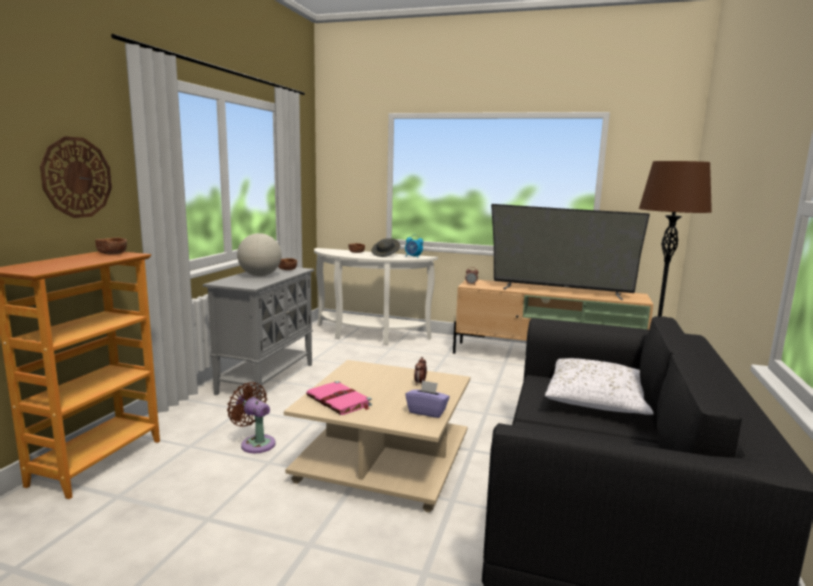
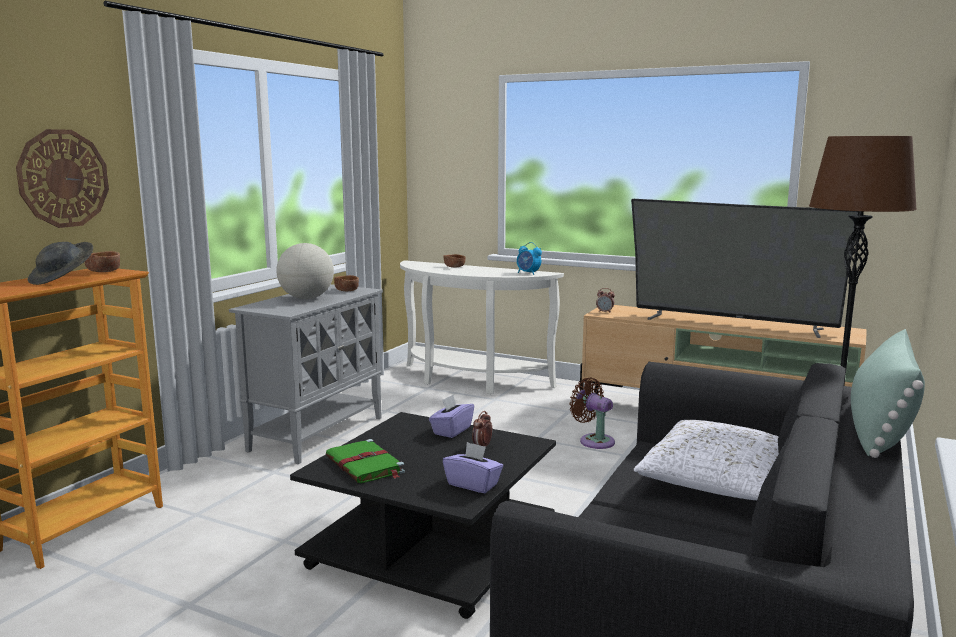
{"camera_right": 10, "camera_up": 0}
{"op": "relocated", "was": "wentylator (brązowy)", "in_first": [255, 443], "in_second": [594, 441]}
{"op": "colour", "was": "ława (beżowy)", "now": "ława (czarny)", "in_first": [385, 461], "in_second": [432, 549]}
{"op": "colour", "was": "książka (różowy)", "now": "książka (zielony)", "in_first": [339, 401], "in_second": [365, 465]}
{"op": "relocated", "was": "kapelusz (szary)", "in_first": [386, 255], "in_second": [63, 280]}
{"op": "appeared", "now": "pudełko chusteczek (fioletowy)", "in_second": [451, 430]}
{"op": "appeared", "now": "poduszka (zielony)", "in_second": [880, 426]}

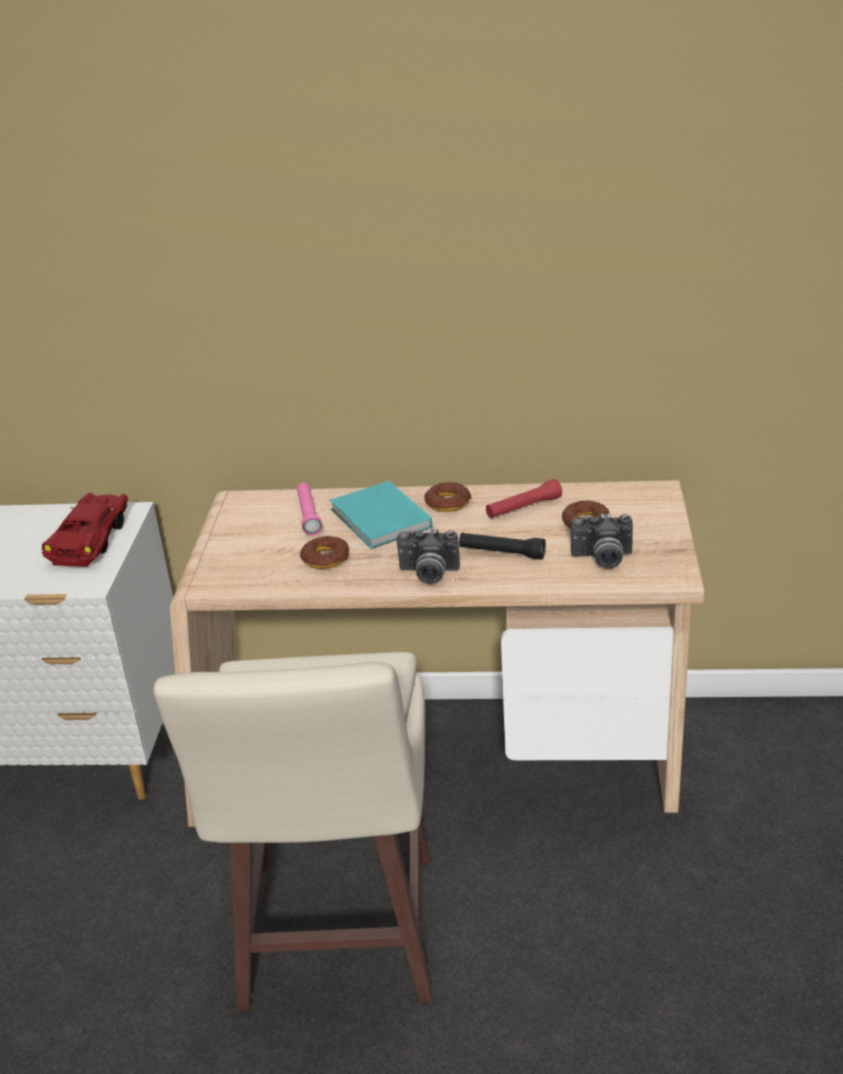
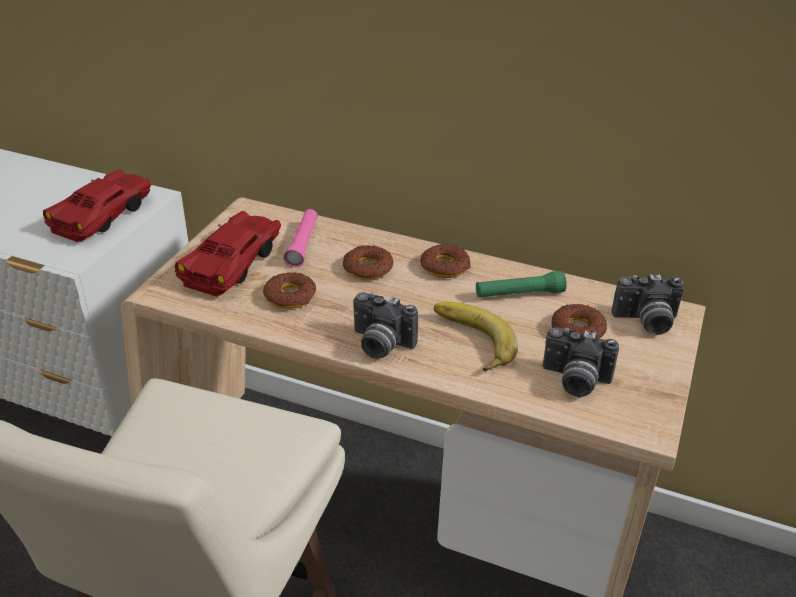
{"camera_right": 15, "camera_up": 5}
{"op": "exchanged", "was": "książka (turkusowy)", "now": "donut", "in_first": [380, 520], "in_second": [367, 268]}
{"op": "exchanged", "was": "latarka (czarny)", "now": "banan", "in_first": [502, 553], "in_second": [469, 341]}
{"op": "colour", "was": "latarka (czerwony)", "now": "latarka (zielony)", "in_first": [523, 508], "in_second": [519, 294]}
{"op": "appeared", "now": "samochodzik (czerwony)", "in_second": [234, 263]}
{"op": "appeared", "now": "aparat fotograficzny", "in_second": [646, 322]}

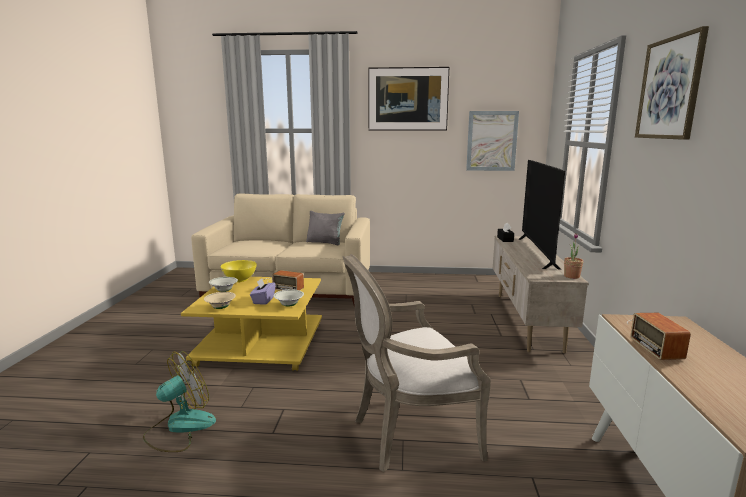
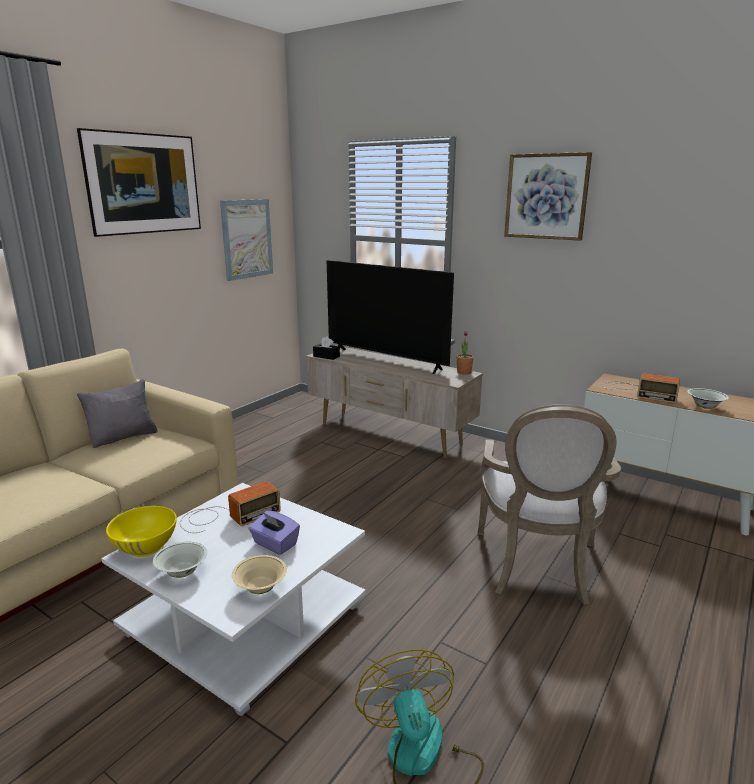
{"camera_right": -60, "camera_up": 5}
{"op": "colour", "was": "ława (żółty)", "now": "ława (biały)", "in_first": [263, 344], "in_second": [245, 618]}
{"op": "relocated", "was": "miska (biały)", "in_first": [289, 305], "in_second": [705, 407]}

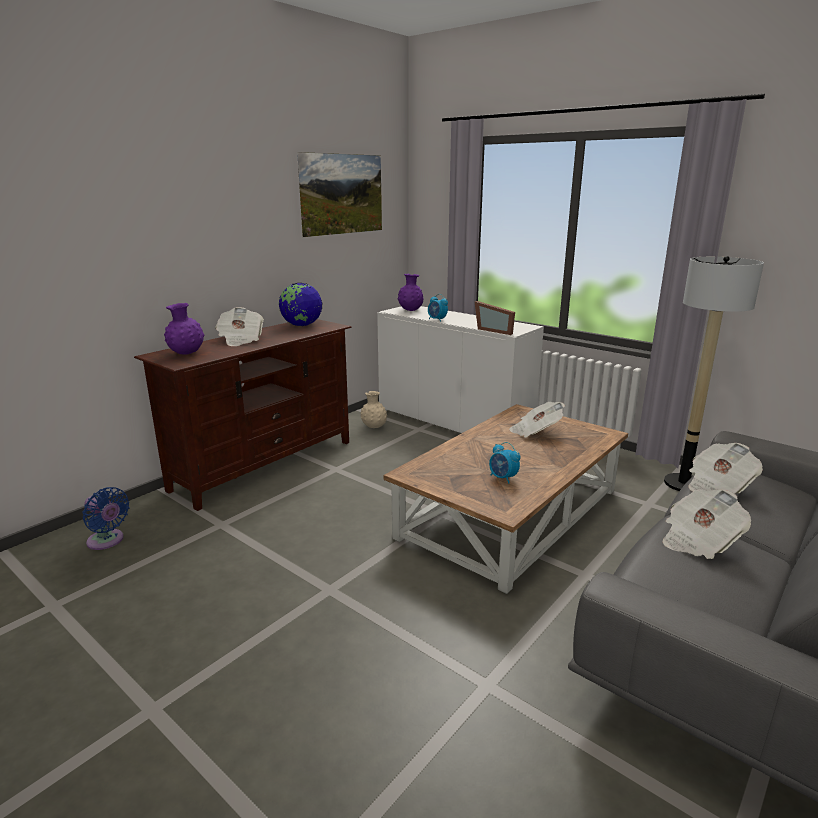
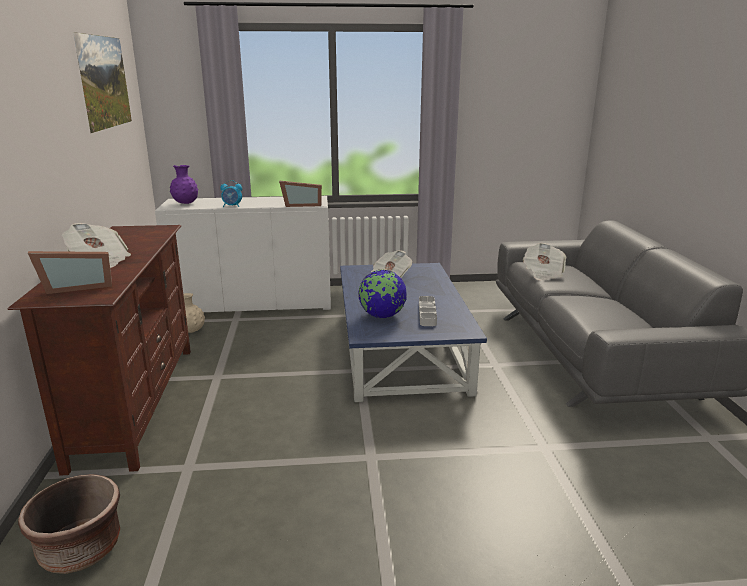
{"camera_right": -45, "camera_up": 0}
{"op": "exchanged", "was": "wentylator (niebieski)", "now": "donica (brązowy)", "in_first": [107, 541], "in_second": [80, 550]}
{"op": "exchanged", "was": "wazon (fioletowy)", "now": "ramka na zdjęcie", "in_first": [186, 354], "in_second": [76, 287]}
{"op": "relocated", "was": "globus", "in_first": [301, 325], "in_second": [382, 316]}
{"op": "colour", "was": "ława (brązowy)", "now": "ława (niebieski)", "in_first": [511, 514], "in_second": [402, 350]}
{"op": "exchanged", "was": "budzik", "now": "taca (szary)", "in_first": [503, 478], "in_second": [427, 314]}
{"op": "missing", "was": "gazeta", "in_first": [698, 540]}
{"op": "missing", "was": "lampa stojąca", "in_first": [683, 484]}

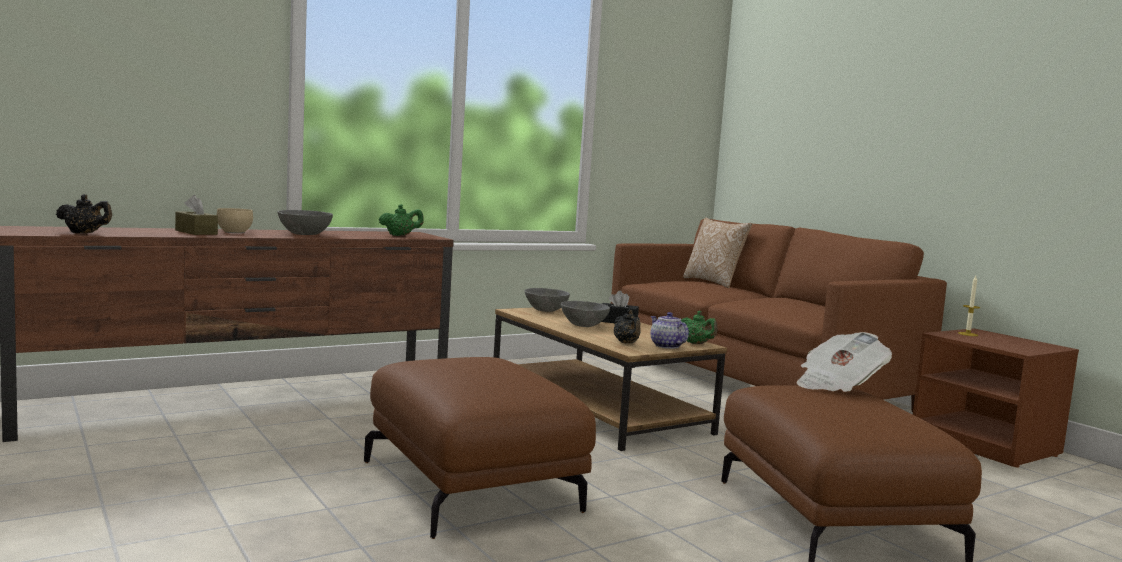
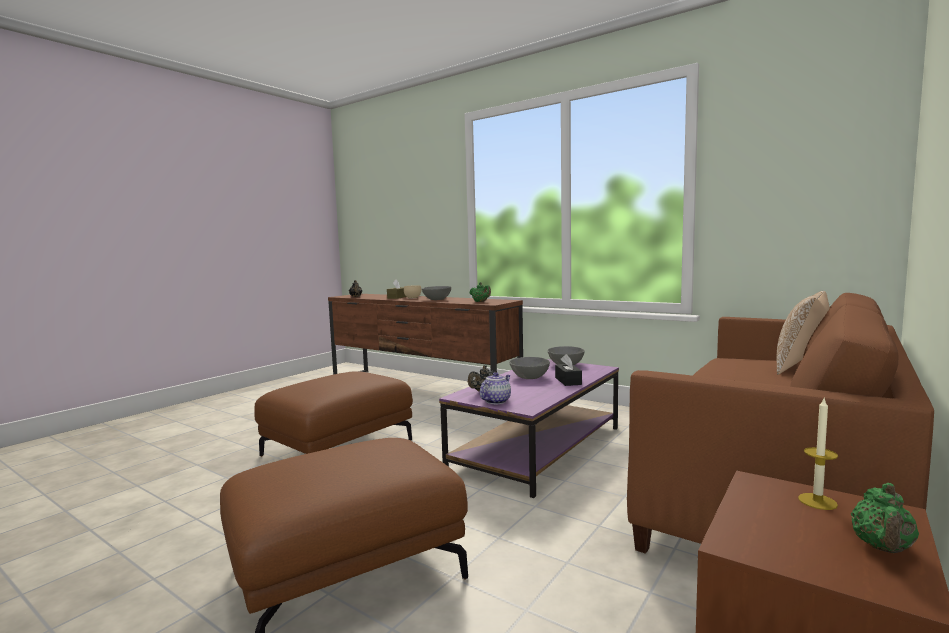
{"camera_right": 70, "camera_up": 0}
{"op": "colour", "was": "ława (brązowy)", "now": "ława (fioletowy)", "in_first": [597, 408], "in_second": [539, 448]}
{"op": "relocated", "was": "imbryk (zielony)", "in_first": [697, 344], "in_second": [882, 548]}
{"op": "missing", "was": "gazeta", "in_first": [837, 385]}

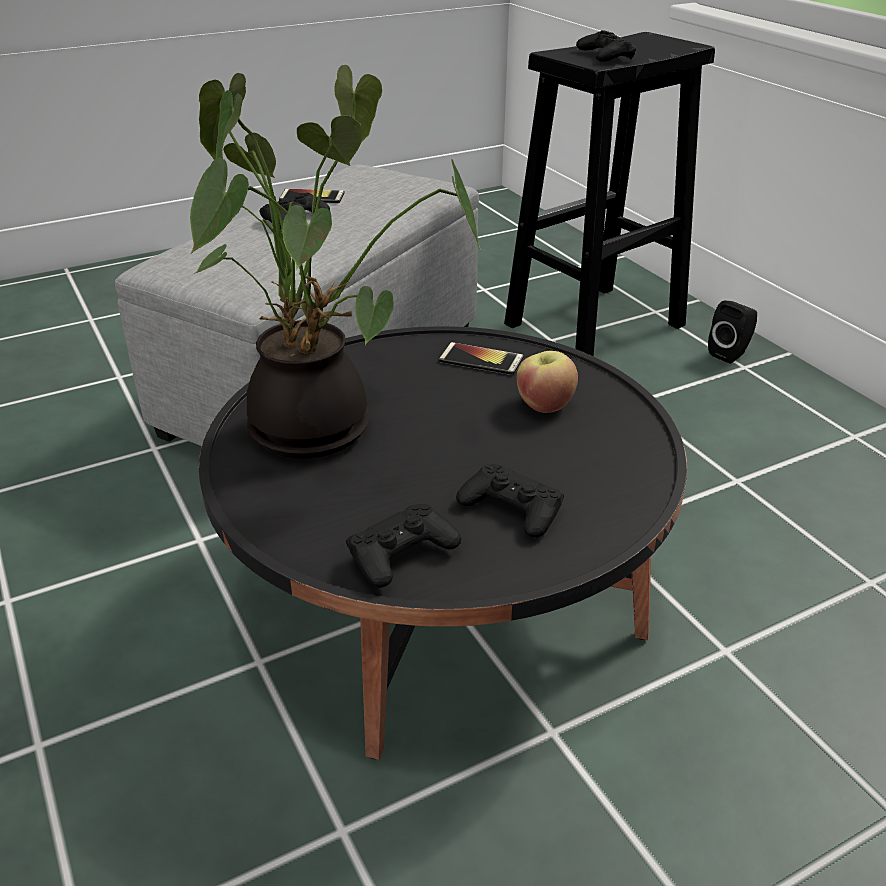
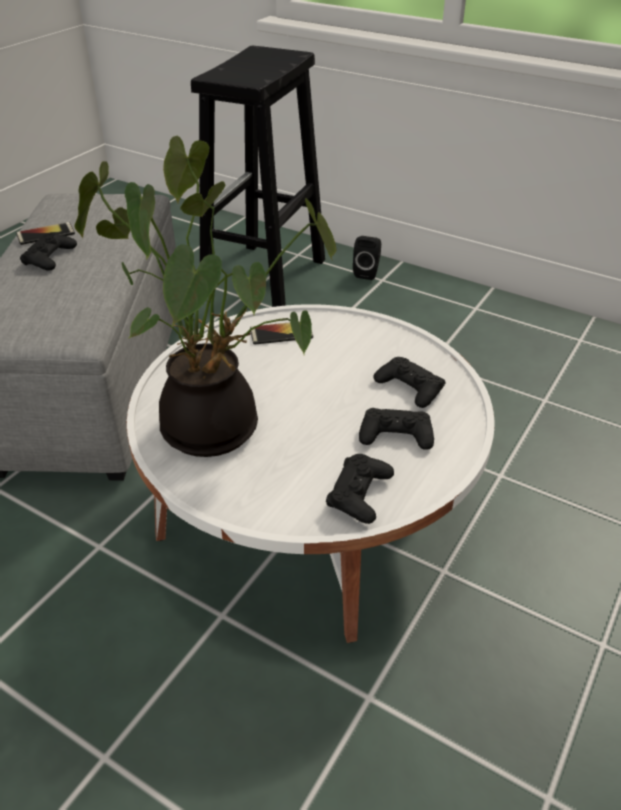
{"camera_right": -30, "camera_up": 5}
{"op": "colour", "was": "ława (czarny)", "now": "ława (biały)", "in_first": [443, 594], "in_second": [310, 511]}
{"op": "missing", "was": "jabłko", "in_first": [544, 405]}
{"op": "relocated", "was": "pad do gier (czarny)", "in_first": [605, 55], "in_second": [409, 387]}

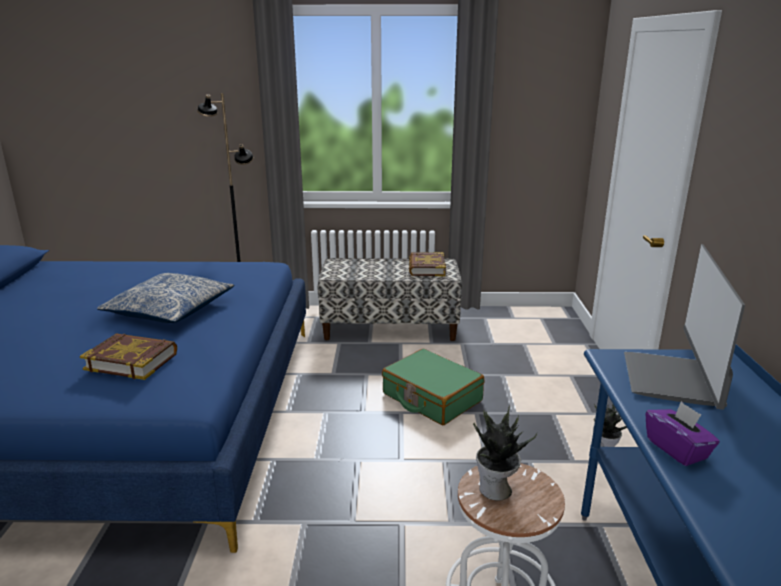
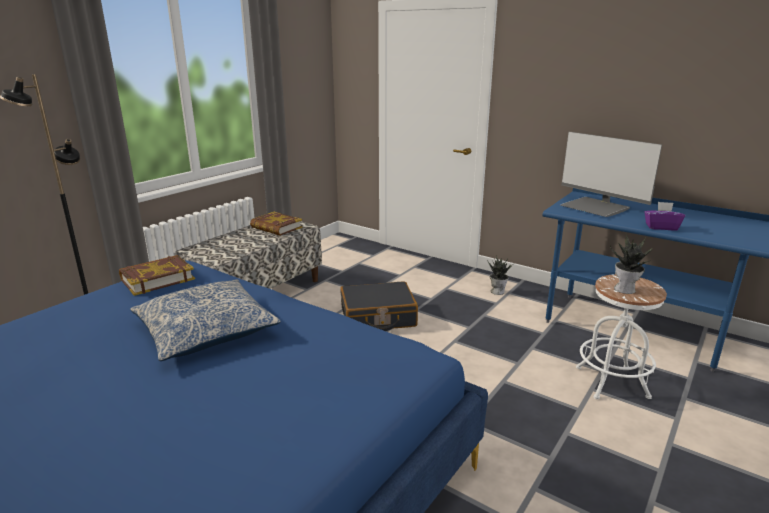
{"camera_right": -55, "camera_up": 0}
{"op": "relocated", "was": "książka", "in_first": [132, 361], "in_second": [157, 279]}
{"op": "colour", "was": "walizka (zielony)", "now": "walizka (czarny)", "in_first": [431, 397], "in_second": [378, 317]}

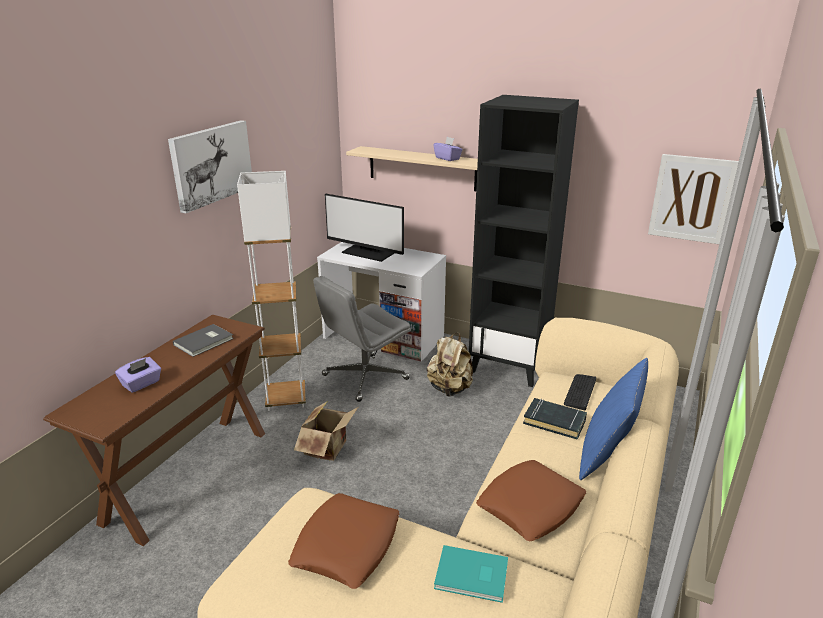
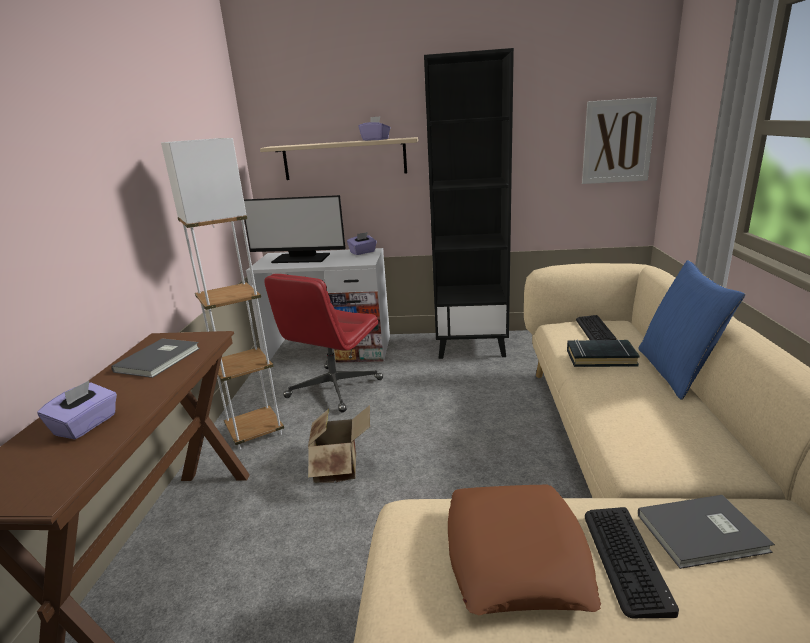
{"camera_right": -20, "camera_up": -5}
{"op": "missing", "was": "obraz", "in_first": [211, 164]}
{"op": "colour", "was": "krzesło biurowe (szary)", "now": "krzesło biurowe (czerwony)", "in_first": [364, 378], "in_second": [334, 389]}
{"op": "missing", "was": "plecak (beżowy)", "in_first": [450, 389]}
{"op": "colour", "was": "książka (turkusowy)", "now": "książka (szary)", "in_first": [472, 576], "in_second": [704, 534]}
{"op": "missing", "was": "poduszka (brązowy)", "in_first": [530, 506]}
{"op": "appeared", "now": "pudełko chusteczek (fioletowy)", "in_second": [363, 252]}
{"op": "appeared", "now": "klawiatura", "in_second": [625, 559]}

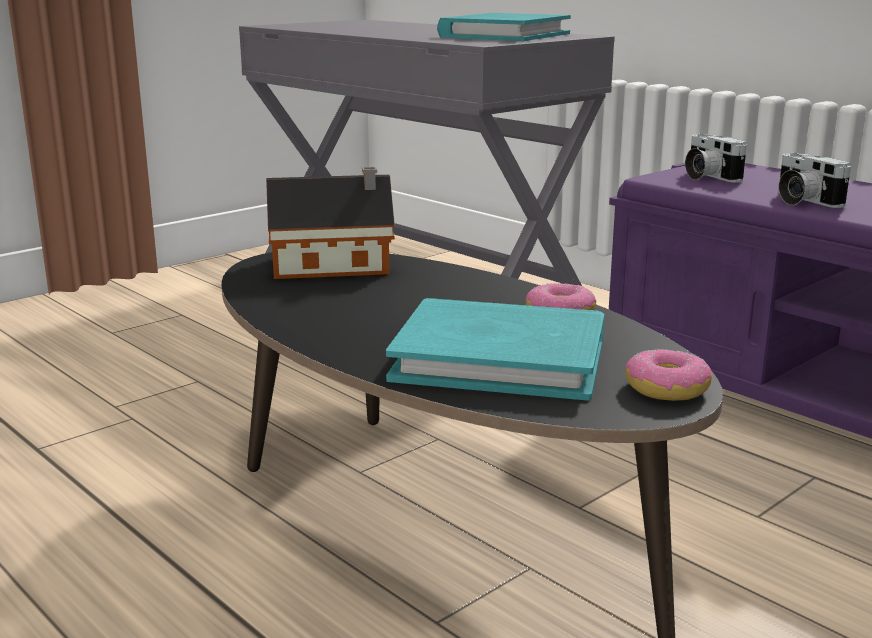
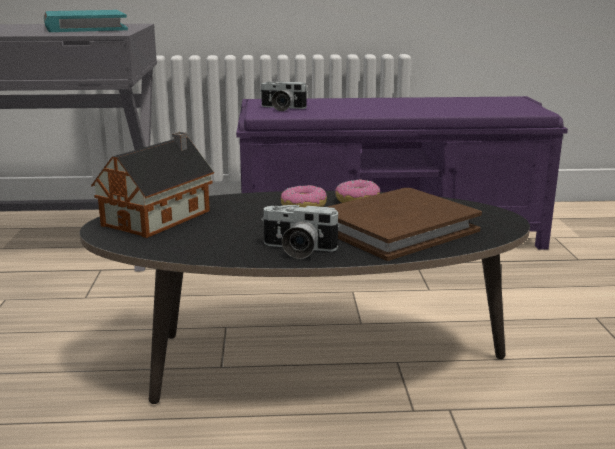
{"camera_right": -50, "camera_up": 0}
{"op": "colour", "was": "książka (turkusowy)", "now": "książka (brązowy)", "in_first": [500, 358], "in_second": [396, 229]}
{"op": "relocated", "was": "donut", "in_first": [667, 389], "in_second": [303, 206]}
{"op": "relocated", "was": "aparat fotograficzny", "in_first": [802, 201], "in_second": [298, 250]}

